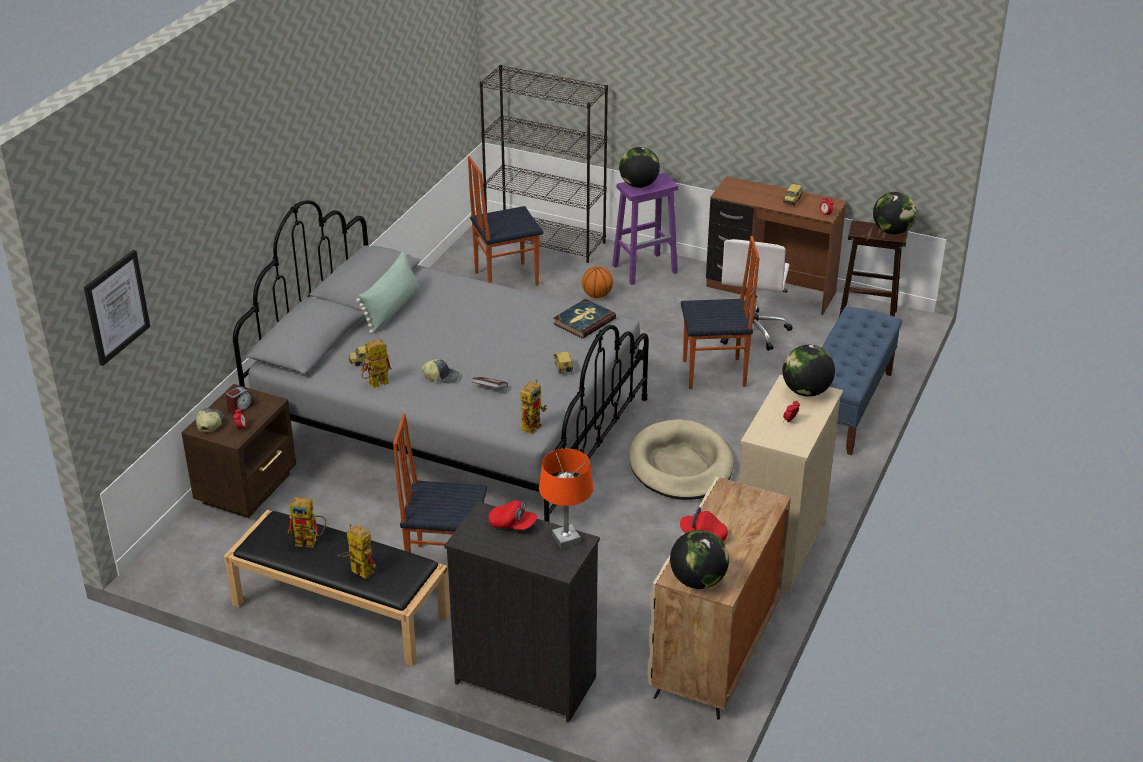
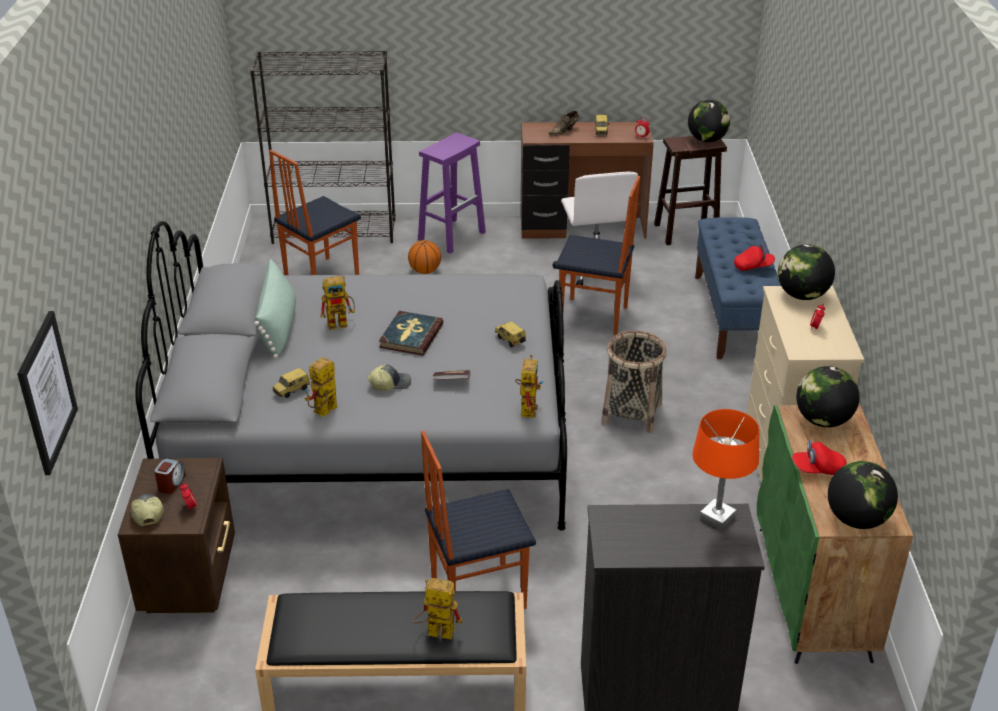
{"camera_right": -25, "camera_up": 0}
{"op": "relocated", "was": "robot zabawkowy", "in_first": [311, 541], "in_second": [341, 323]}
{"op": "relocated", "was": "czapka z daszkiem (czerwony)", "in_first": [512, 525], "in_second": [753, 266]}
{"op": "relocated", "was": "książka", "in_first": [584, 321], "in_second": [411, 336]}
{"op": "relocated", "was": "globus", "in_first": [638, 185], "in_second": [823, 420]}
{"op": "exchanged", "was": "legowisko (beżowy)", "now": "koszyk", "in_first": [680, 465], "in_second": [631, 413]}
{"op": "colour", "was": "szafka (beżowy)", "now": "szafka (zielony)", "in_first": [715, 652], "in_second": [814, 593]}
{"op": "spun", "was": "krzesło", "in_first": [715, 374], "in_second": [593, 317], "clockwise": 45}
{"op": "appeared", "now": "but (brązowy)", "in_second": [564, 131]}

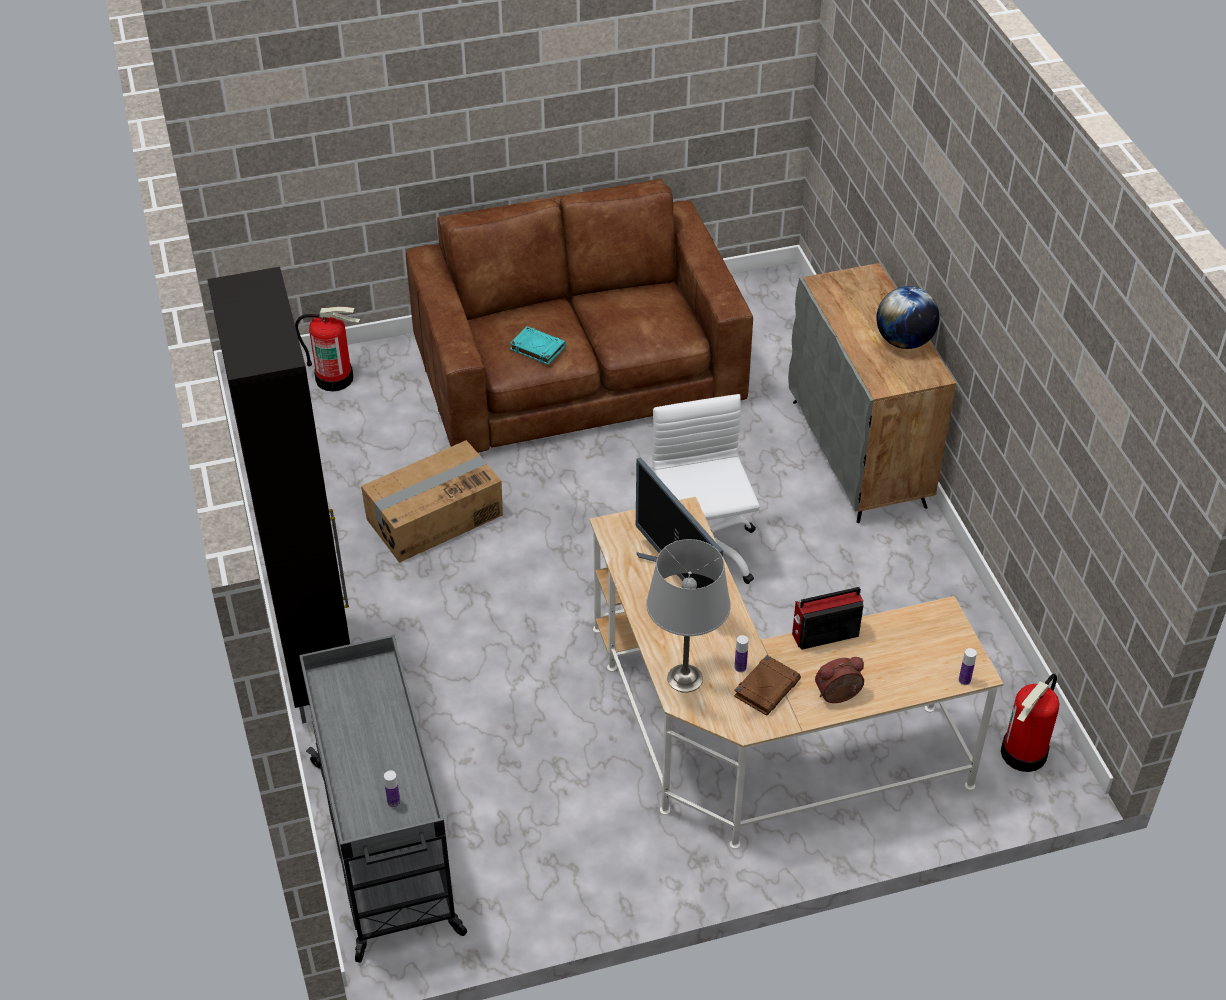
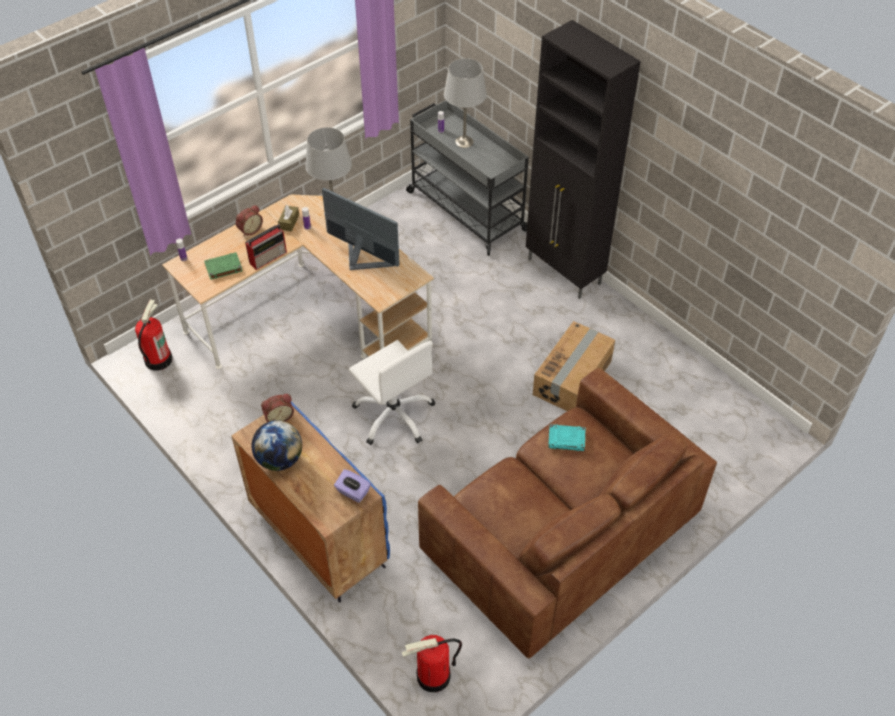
{"camera_right": 155, "camera_up": 5}
{"op": "relocated", "was": "gaśnica", "in_first": [335, 378], "in_second": [433, 676]}
{"op": "exchanged", "was": "książka (brązowy)", "now": "pudełko chusteczek (brązowy)", "in_first": [767, 688], "in_second": [289, 222]}
{"op": "colour", "was": "szafka (szary)", "now": "szafka (niebieski)", "in_first": [859, 454], "in_second": [318, 536]}
{"op": "appeared", "now": "książka (zielony)", "in_second": [223, 268]}
{"op": "appeared", "now": "budzik", "in_second": [279, 417]}
{"op": "appeared", "now": "pudełko chusteczek (fioletowy)", "in_second": [353, 492]}
{"op": "appeared", "now": "lampa stołowa (szary)", "in_second": [464, 142]}

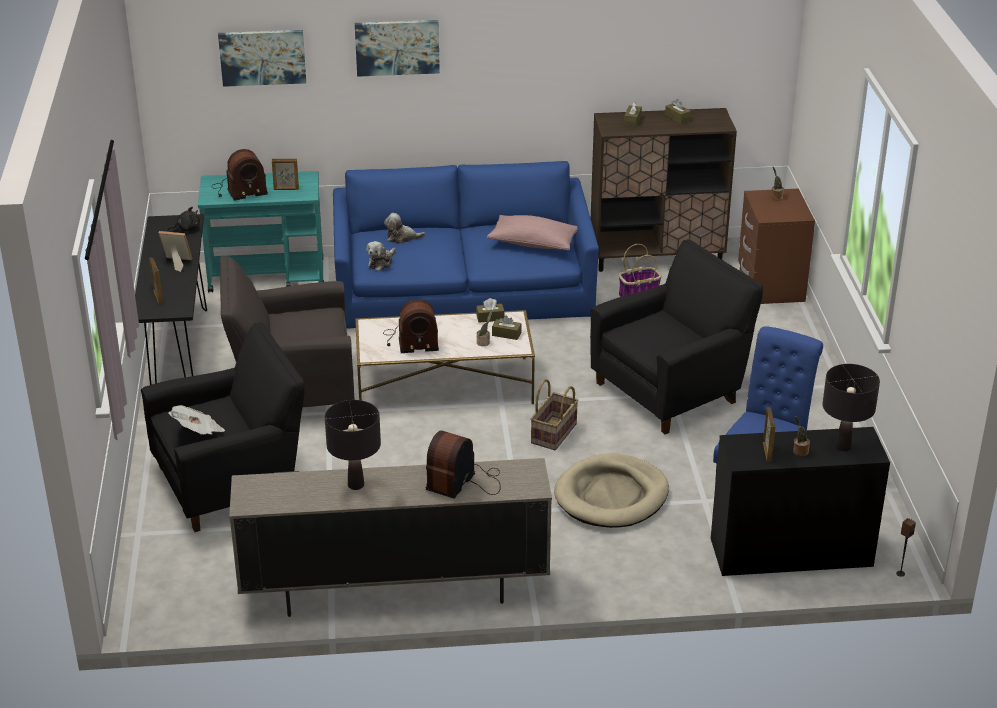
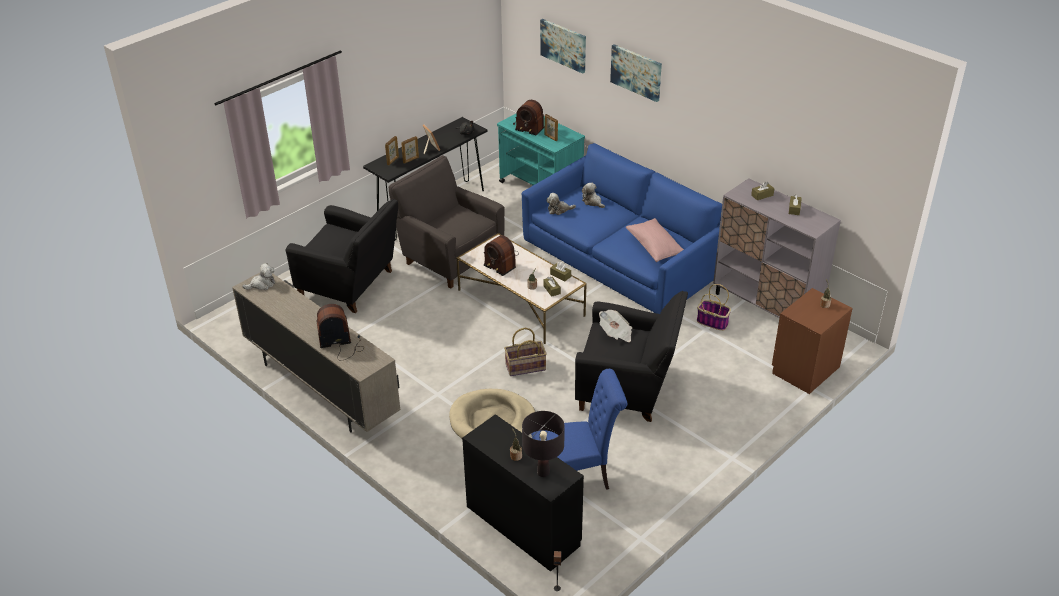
{"camera_right": 50, "camera_up": 5}
{"op": "relocated", "was": "gazeta", "in_first": [198, 432], "in_second": [616, 333]}
{"op": "missing", "was": "lampa stołowa (czarny)", "in_first": [356, 485]}
{"op": "colour", "was": "szafka (brązowy)", "now": "szafka (szary)", "in_first": [657, 257], "in_second": [766, 307]}
{"op": "relocated", "was": "ramka na zdjęcie", "in_first": [767, 451], "in_second": [411, 160]}
{"op": "appeared", "now": "pluszak", "in_second": [262, 284]}

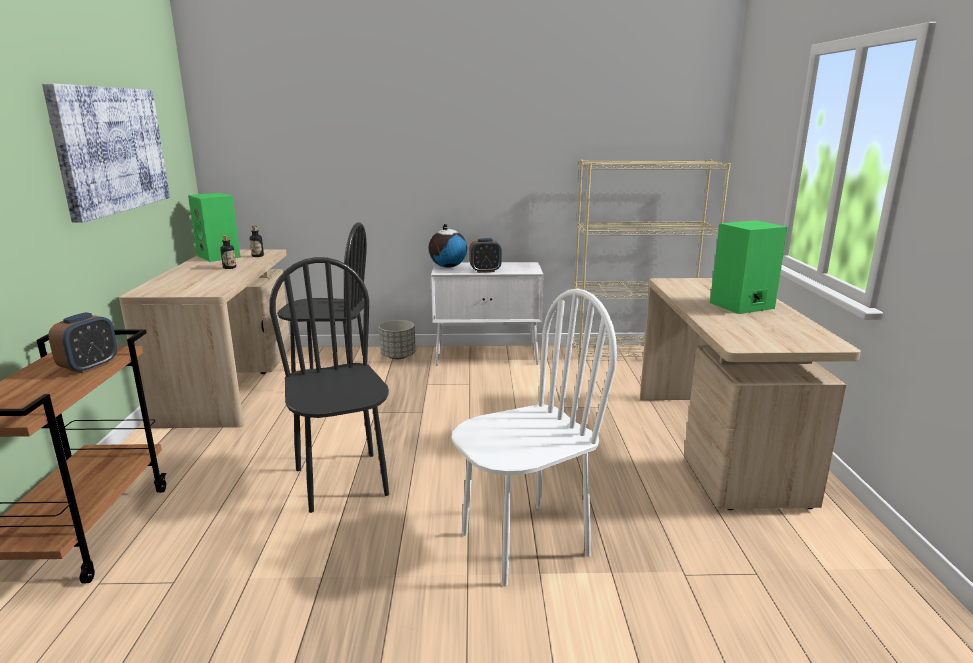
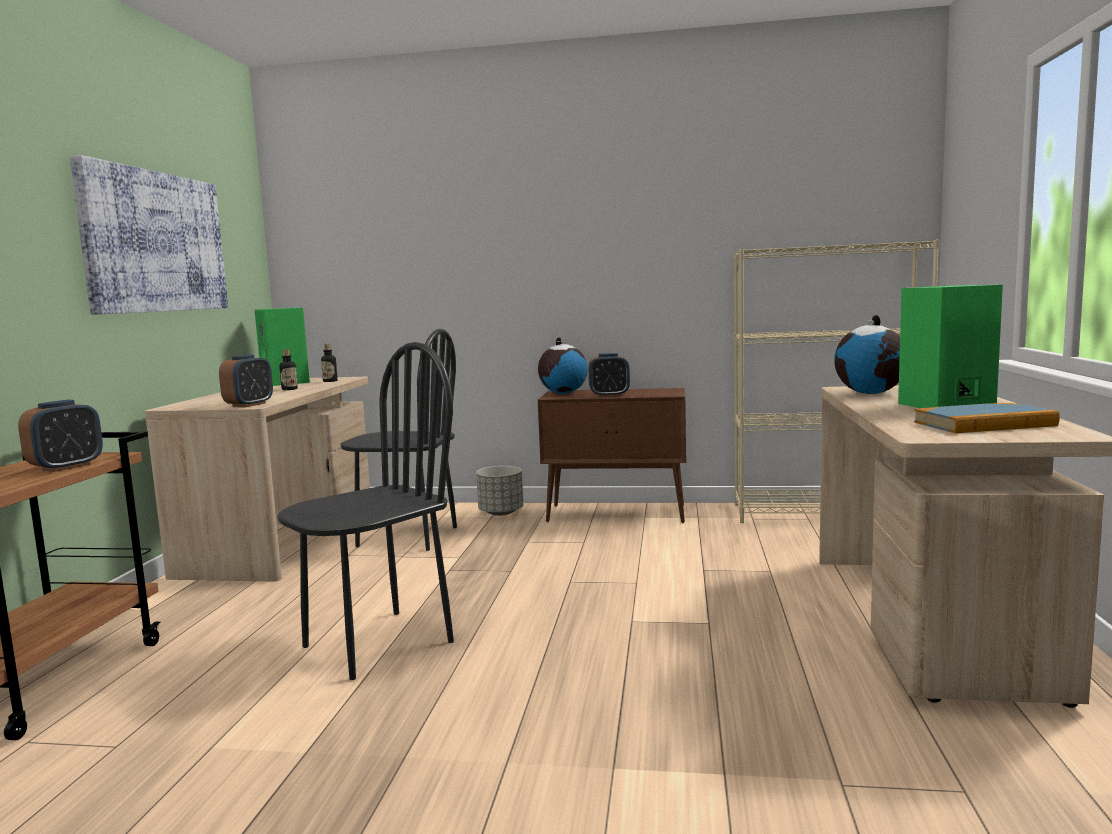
{"camera_right": 10, "camera_up": -10}
{"op": "spun", "was": "krzesło (czarny)", "in_first": [342, 481], "in_second": [377, 643], "clockwise": 60}
{"op": "colour", "was": "szafka (biały)", "now": "szafka (brązowy)", "in_first": [487, 356], "in_second": [618, 514]}
{"op": "missing", "was": "krzesło (biały)", "in_first": [524, 543]}
{"op": "appeared", "now": "budzik", "in_second": [249, 405]}
{"op": "appeared", "now": "globus", "in_second": [871, 393]}
{"op": "appeared", "now": "książka", "in_second": [984, 424]}

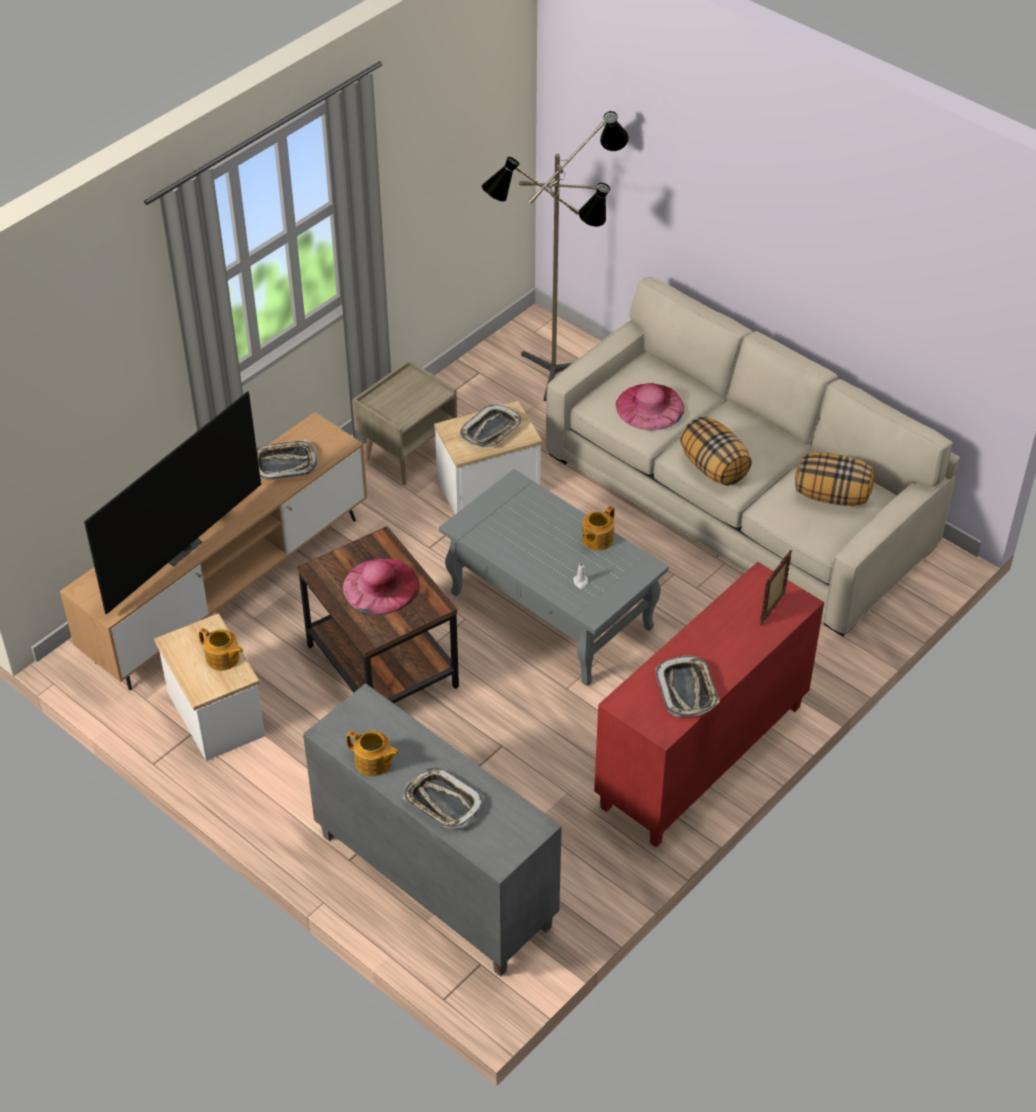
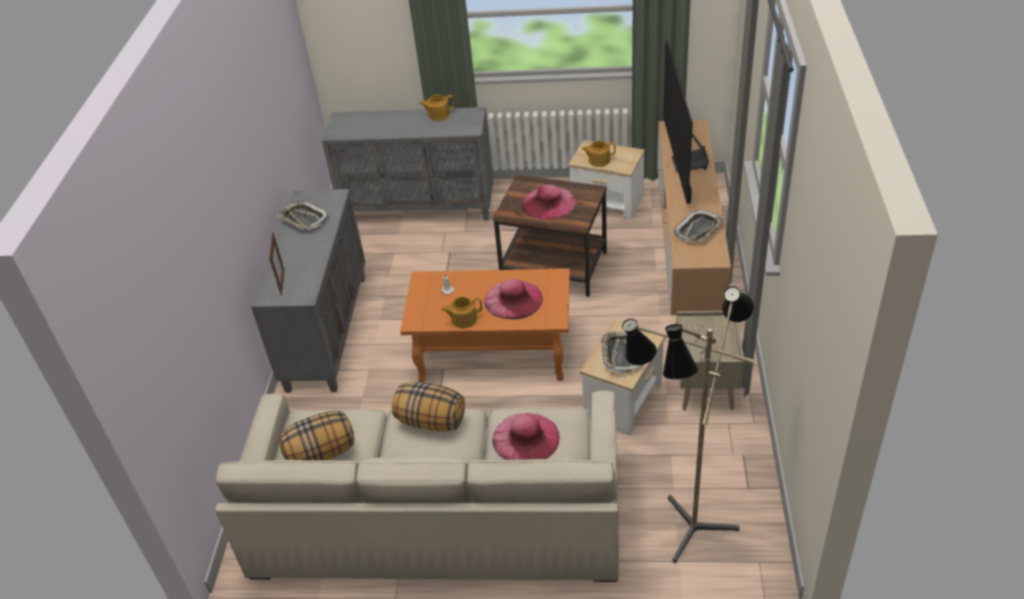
{"camera_right": 145, "camera_up": -5}
{"op": "missing", "was": "taca", "in_first": [442, 802]}
{"op": "colour", "was": "ława (szary)", "now": "ława (pomarańczowy)", "in_first": [553, 611], "in_second": [492, 353]}
{"op": "spun", "was": "imbryk", "in_first": [597, 539], "in_second": [463, 319], "clockwise": -105}
{"op": "colour", "was": "szafka (czerwony)", "now": "szafka (szary)", "in_first": [702, 758], "in_second": [326, 331]}
{"op": "appeared", "now": "kapelusz (różowy)", "in_second": [513, 299]}

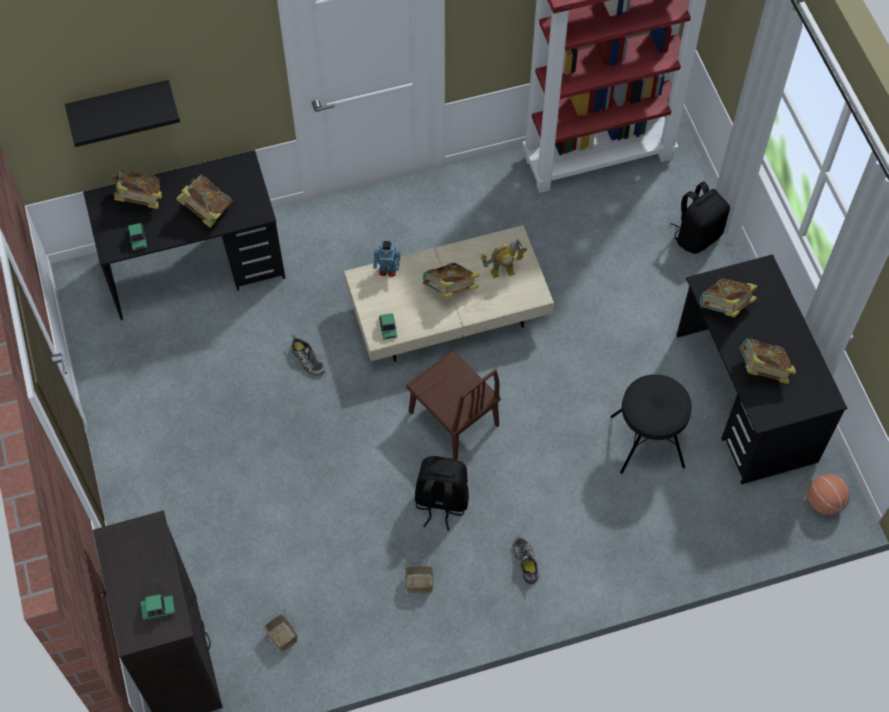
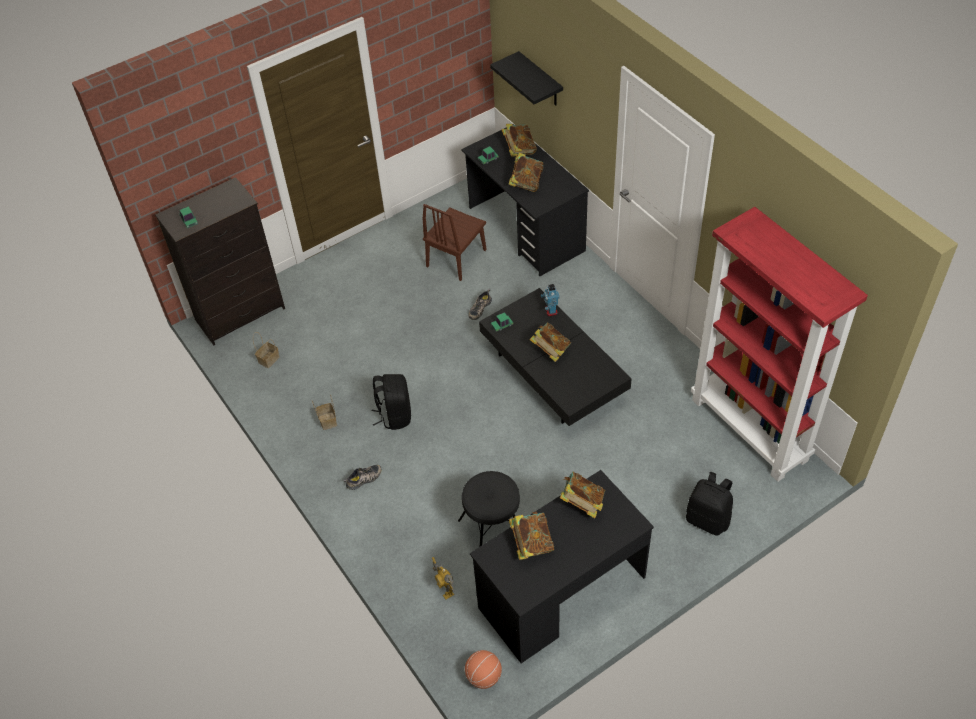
{"camera_right": 75, "camera_up": -10}
{"op": "colour", "was": "ława (beżowy)", "now": "ława (czarny)", "in_first": [448, 312], "in_second": [554, 374]}
{"op": "relocated", "was": "krzesło (brązowy)", "in_first": [453, 418], "in_second": [456, 258]}
{"op": "relocated", "was": "robot zabawkowy", "in_first": [502, 272], "in_second": [445, 589]}

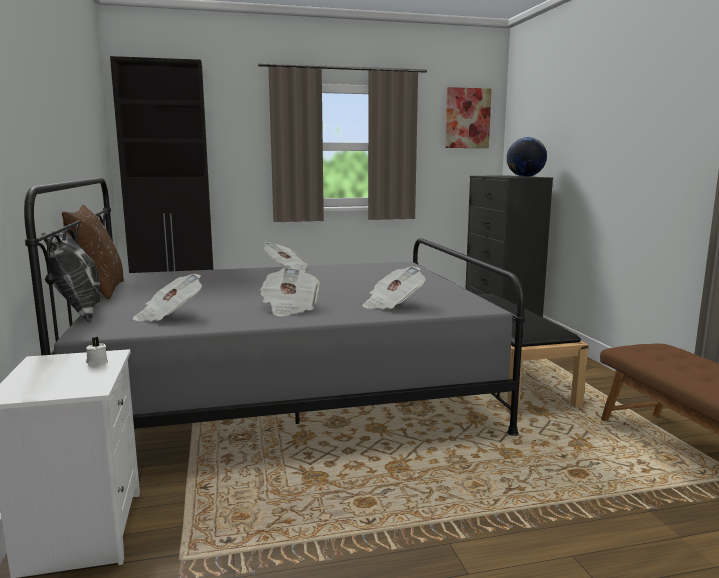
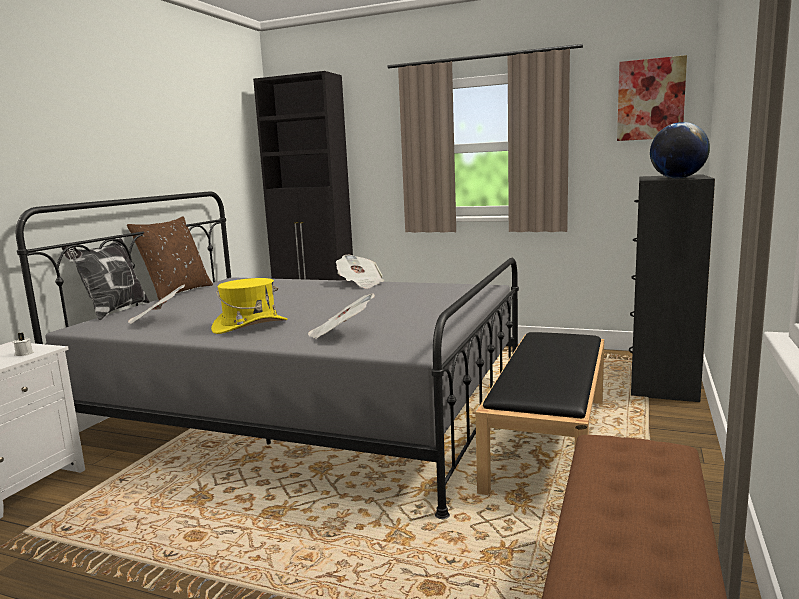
{"camera_right": 35, "camera_up": 0}
{"op": "exchanged", "was": "gazeta", "now": "kapelusz (żółty)", "in_first": [289, 308], "in_second": [250, 326]}

